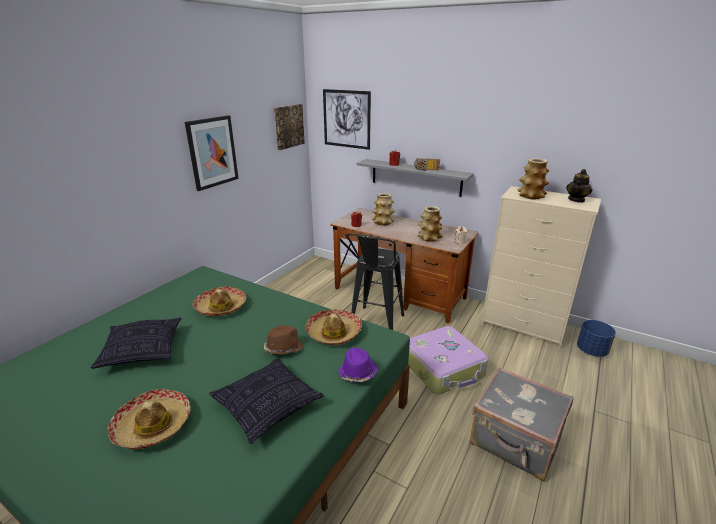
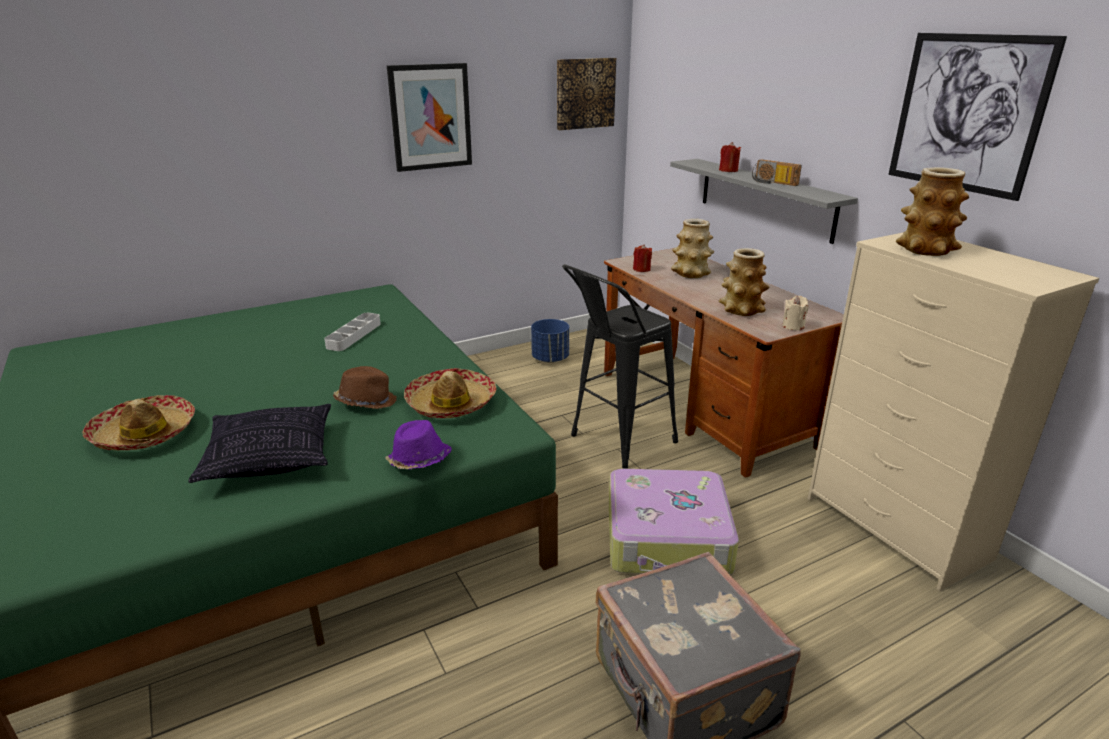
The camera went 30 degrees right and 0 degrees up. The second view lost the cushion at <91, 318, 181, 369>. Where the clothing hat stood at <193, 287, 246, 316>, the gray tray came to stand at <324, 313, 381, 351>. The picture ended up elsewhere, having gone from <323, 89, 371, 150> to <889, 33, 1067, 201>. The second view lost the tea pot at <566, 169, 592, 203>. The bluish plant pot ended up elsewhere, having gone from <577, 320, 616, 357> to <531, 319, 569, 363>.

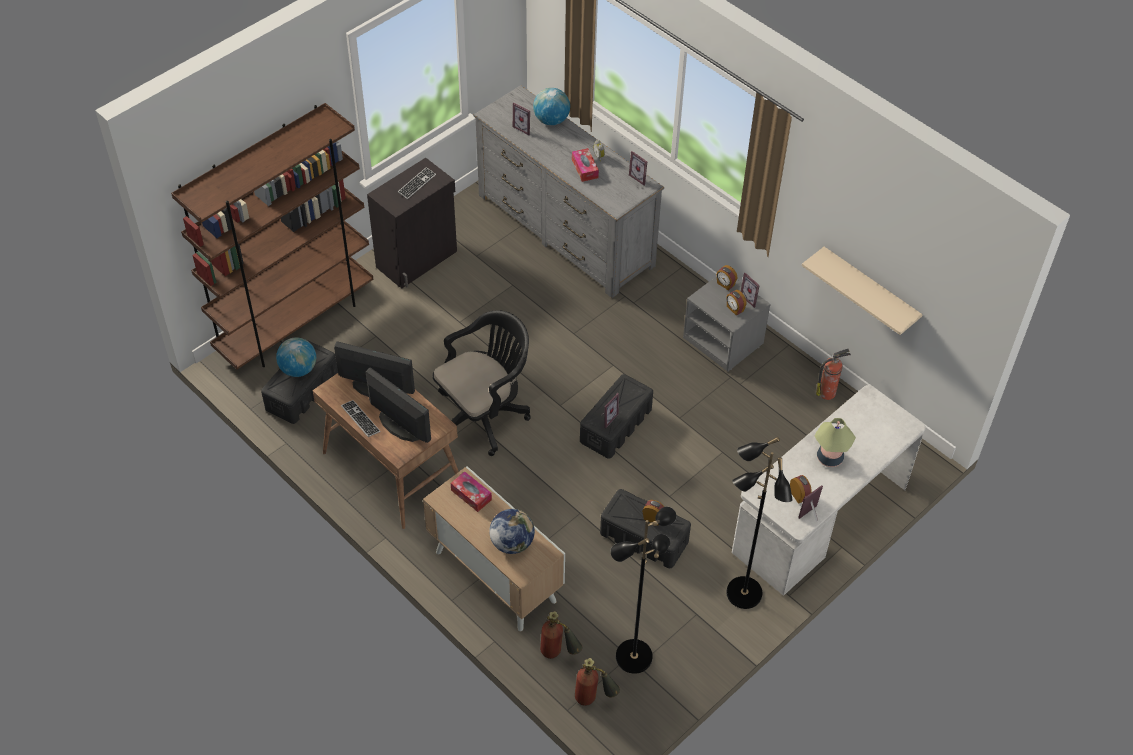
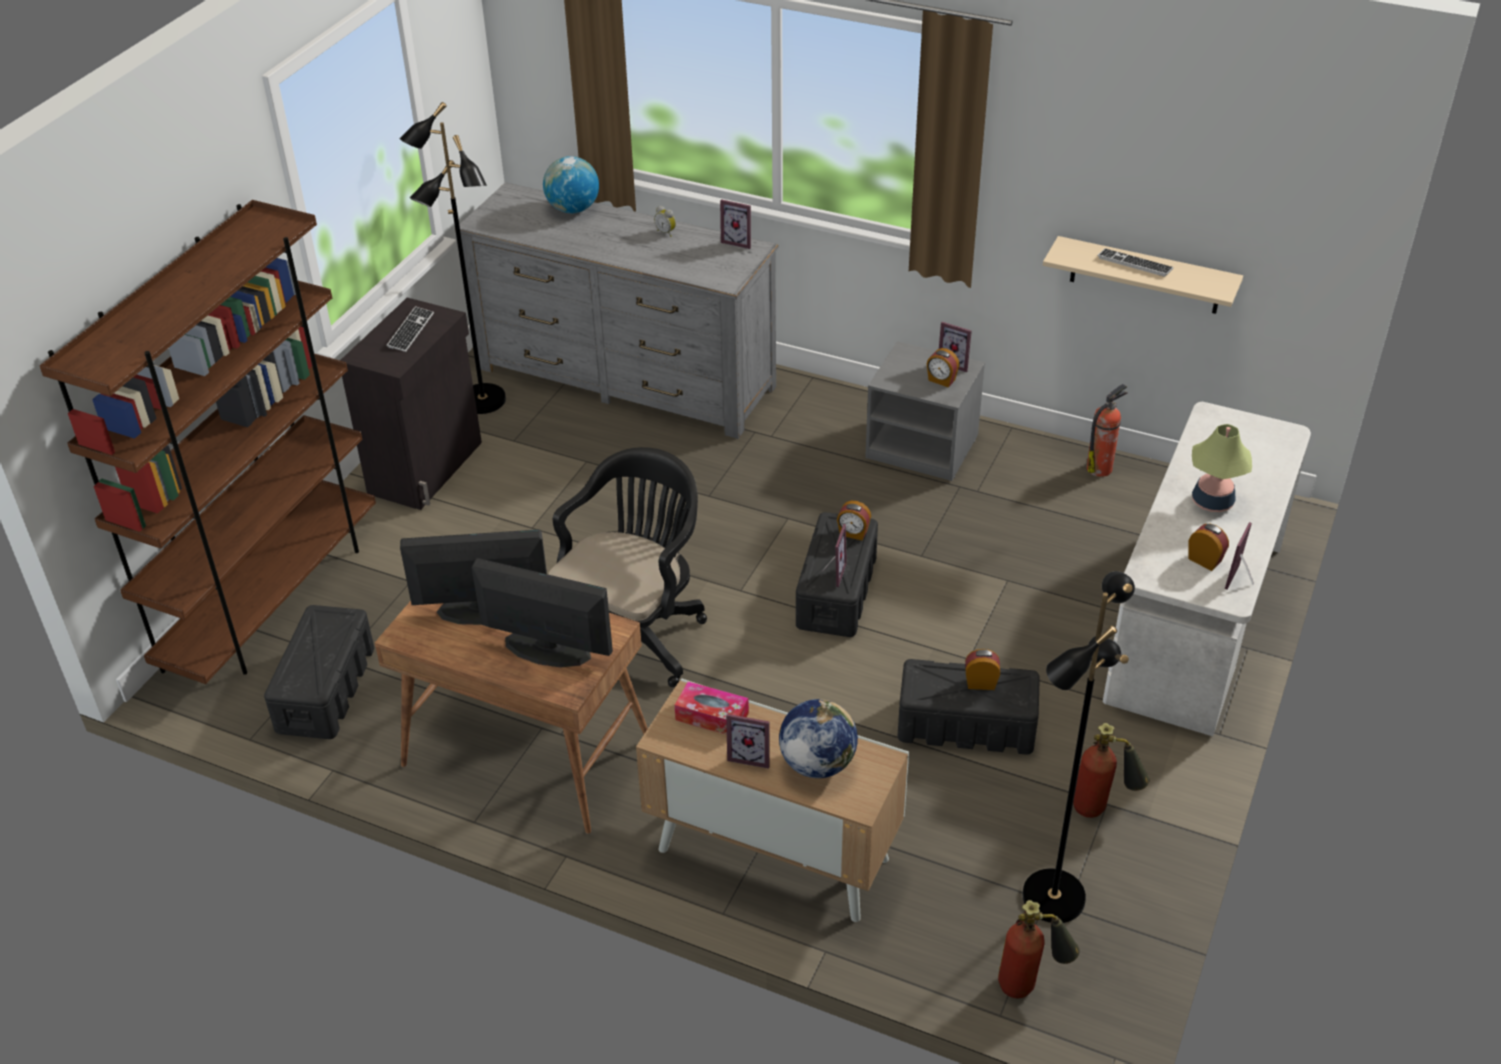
The camera went 20 degrees left and 10 degrees down. The second view lost the globe at <276, 337, 316, 377>. The computer keyboard ended up elsewhere, having gone from <341, 400, 380, 437> to <1098, 248, 1173, 277>. The photo frame ended up elsewhere, having gone from <513, 103, 530, 135> to <726, 714, 770, 769>. The extinguisher ended up elsewhere, having gone from <540, 611, 582, 659> to <1073, 723, 1150, 818>. The second view lost the tissue holder at <572, 148, 599, 182>. The bedside clock ended up elsewhere, having gone from <716, 265, 737, 291> to <837, 501, 871, 541>. The black-coloured floor lamp ended up elsewhere, having gone from <726, 437, 793, 609> to <400, 102, 506, 414>.

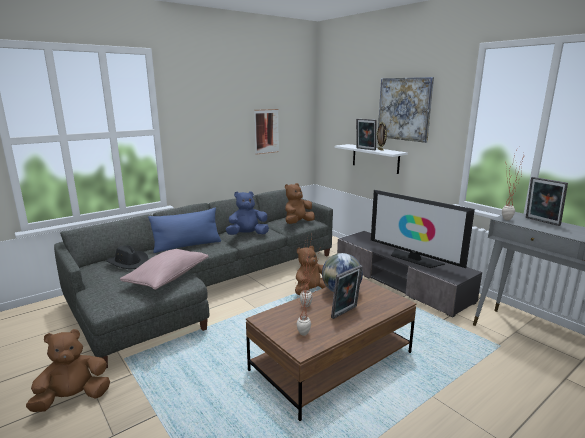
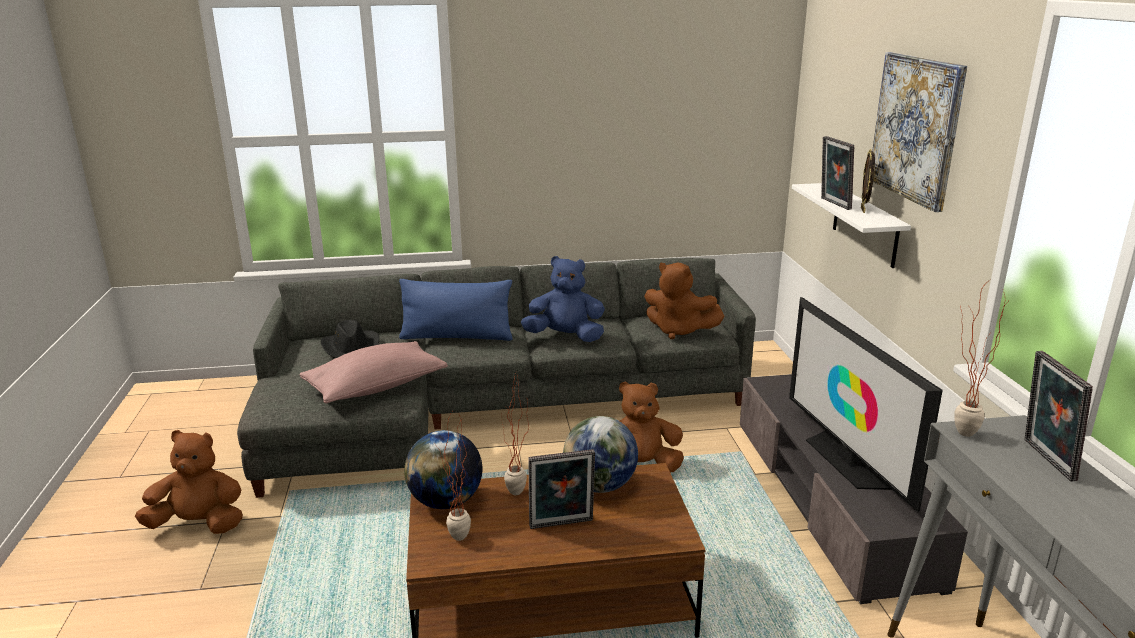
The camera went 30 degrees right and 5 degrees up. The second view lost the picture at <254, 109, 279, 155>. The brownish cuddly toy at <285, 183, 315, 224> ended up facing another way, 135 degrees counterclockwise from before. The second view gained the globe at <404, 430, 482, 509>.

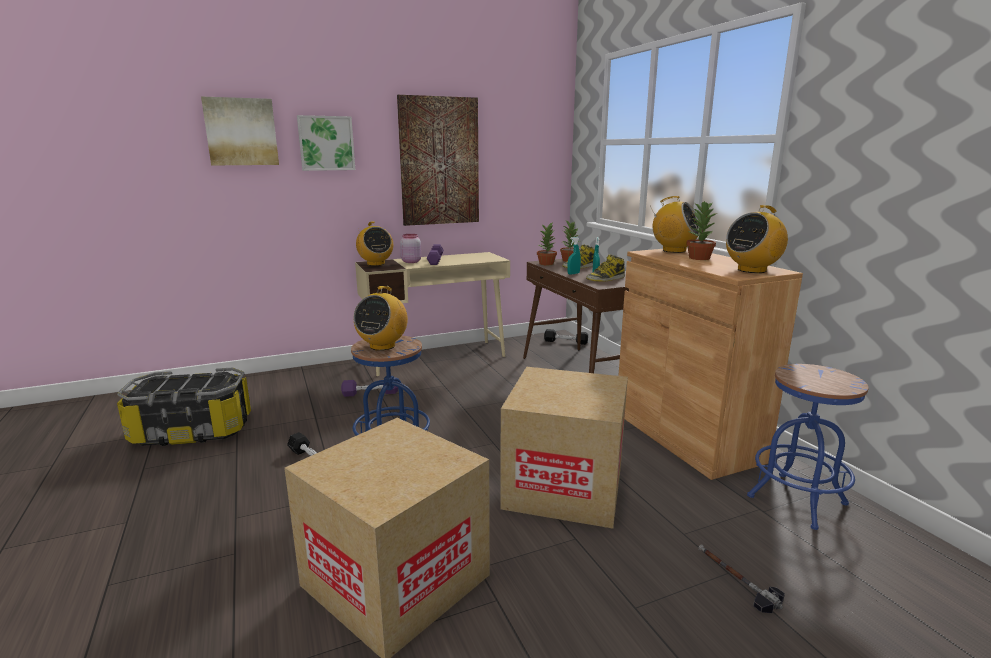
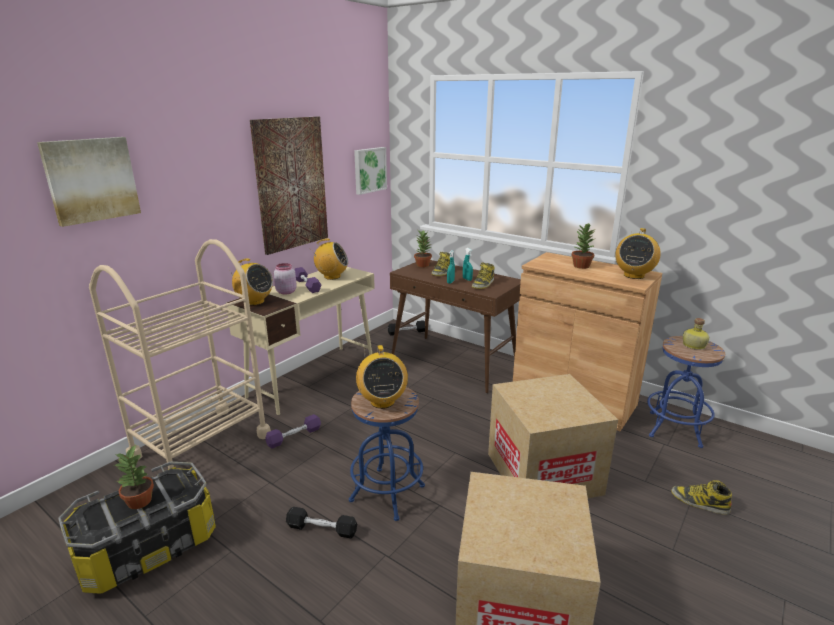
The camera went 30 degrees left and 5 degrees up. The picture ended up elsewhere, having gone from <297, 115, 355, 171> to <354, 147, 387, 195>. The houseplant ended up elsewhere, having gone from <537, 223, 557, 265> to <113, 445, 154, 509>. The radio receiver ended up elsewhere, having gone from <650, 196, 699, 253> to <312, 239, 348, 280>. Where the hand hammer stood at <698, 544, 785, 613>, the high-top boot came to stand at <671, 480, 732, 515>. The second view gained the sand-coloured trolley at <89, 239, 271, 469>. The second view gained the drink bottle at <683, 318, 709, 350>.

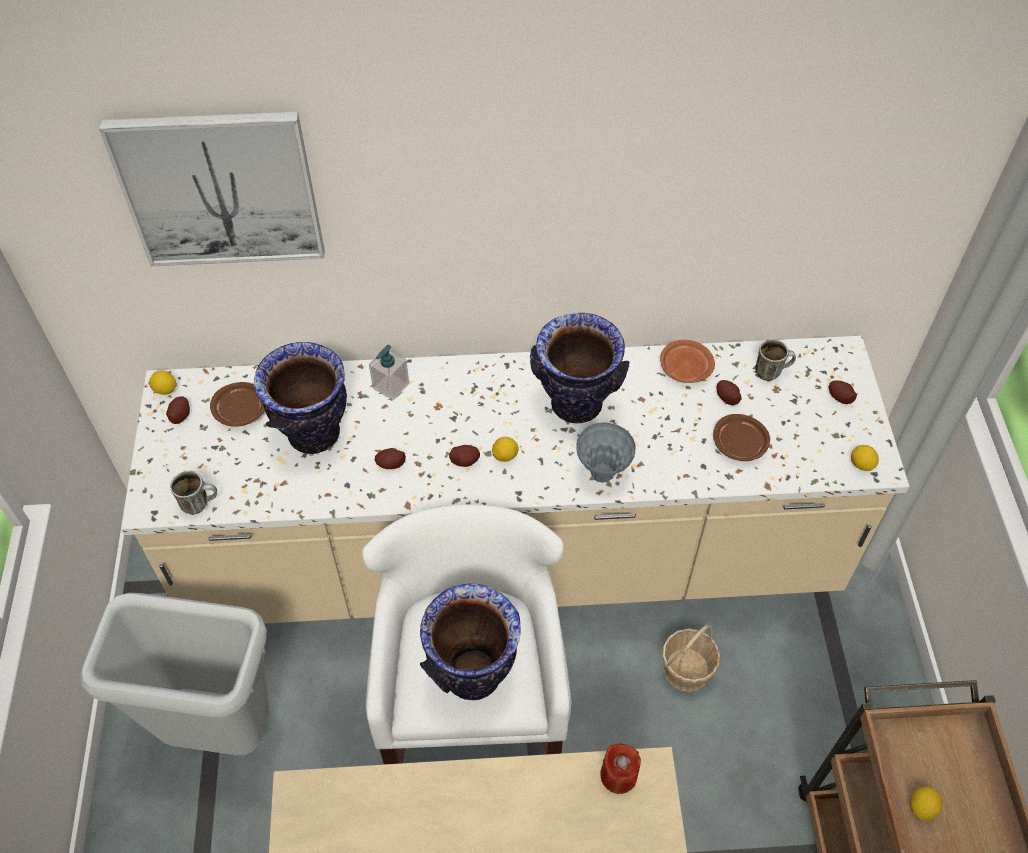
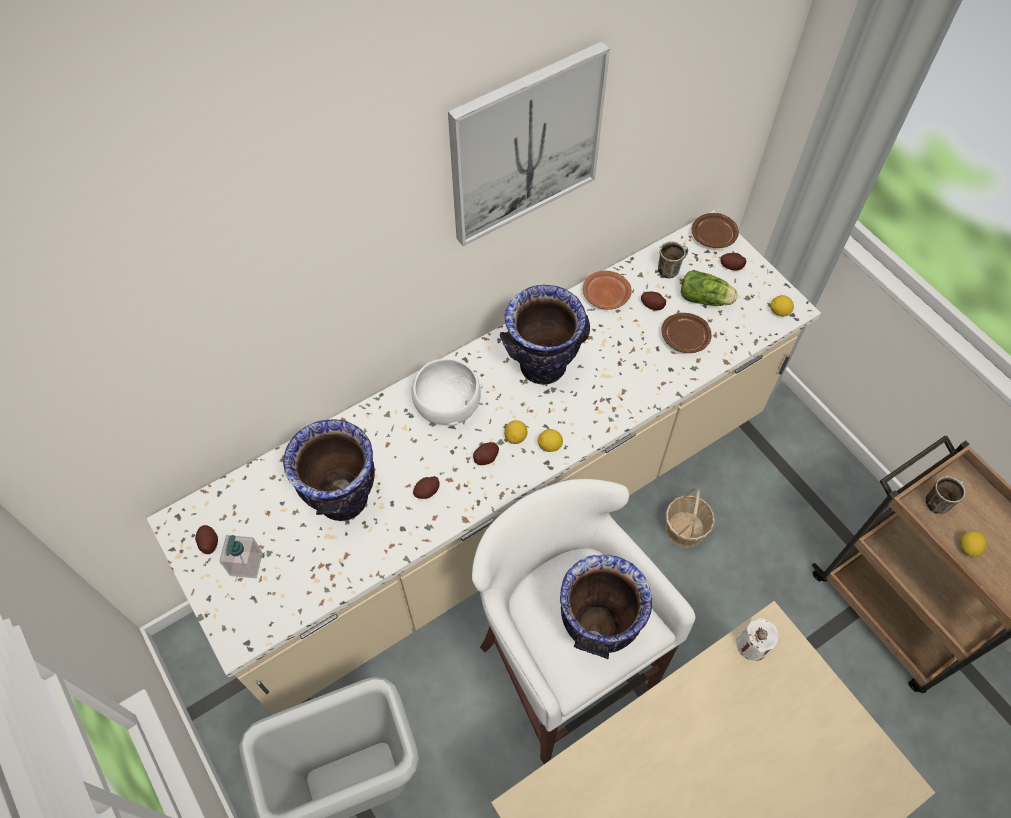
The camera went 30 degrees left and 5 degrees up. The picture ended up elsewhere, having gone from <99, 112, 325, 266> to <448, 41, 610, 246>. The whole lemon ended up elsewhere, having gone from <149, 370, 177, 395> to <538, 429, 563, 452>. The coffee mug ended up elsewhere, having gone from <170, 470, 217, 515> to <926, 476, 965, 514>. The brownish plate ended up elsewhere, having gone from <210, 382, 265, 427> to <692, 213, 739, 248>. The liquid soap bottle ended up elsewhere, having gone from <369, 345, 409, 400> to <219, 535, 263, 578>. The second view lost the gray flower vase at <576, 423, 636, 483>. What was the red-coloured wax light at <600, 743, 641, 794> turned into the whitish wax light at <736, 618, 778, 661>. The second view gained the whitish deep dish at <411, 358, 483, 426>. The second view gained the lettuce head at <681, 270, 738, 306>.

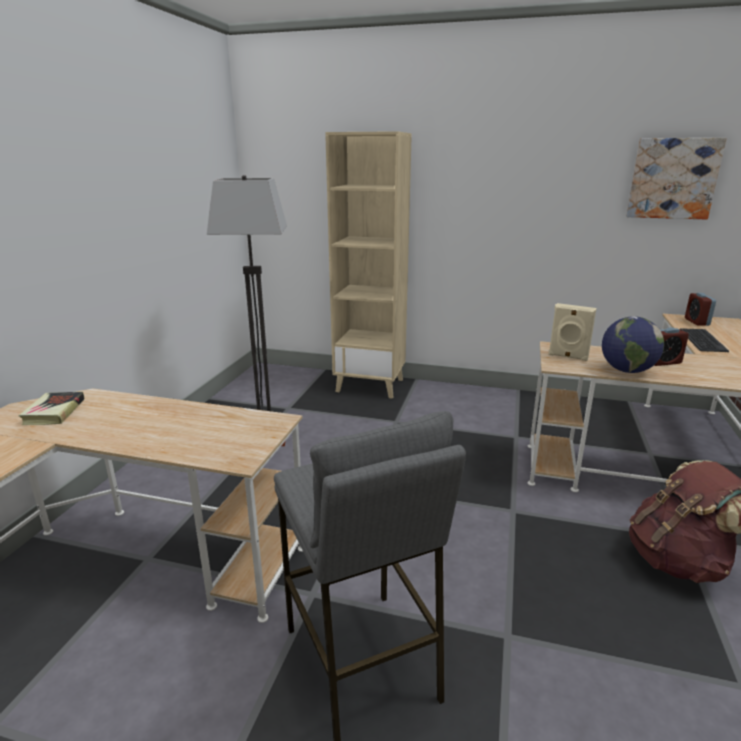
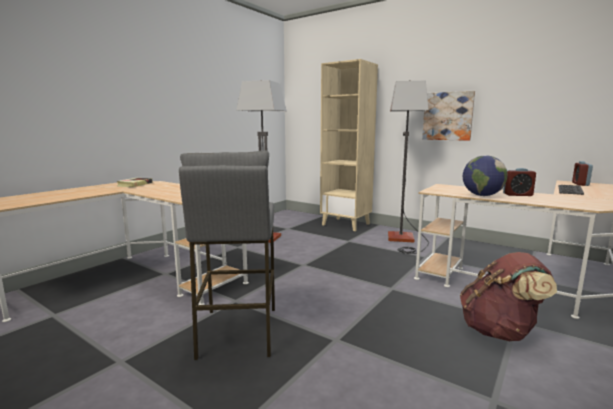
The camera went 20 degrees right and 10 degrees down. The second view lost the sand-coloured loudspeaker at <548, 303, 597, 361>. The picture ended up elsewhere, having gone from <626, 138, 727, 220> to <422, 91, 475, 141>. The second view gained the floor lamp at <388, 80, 429, 254>.

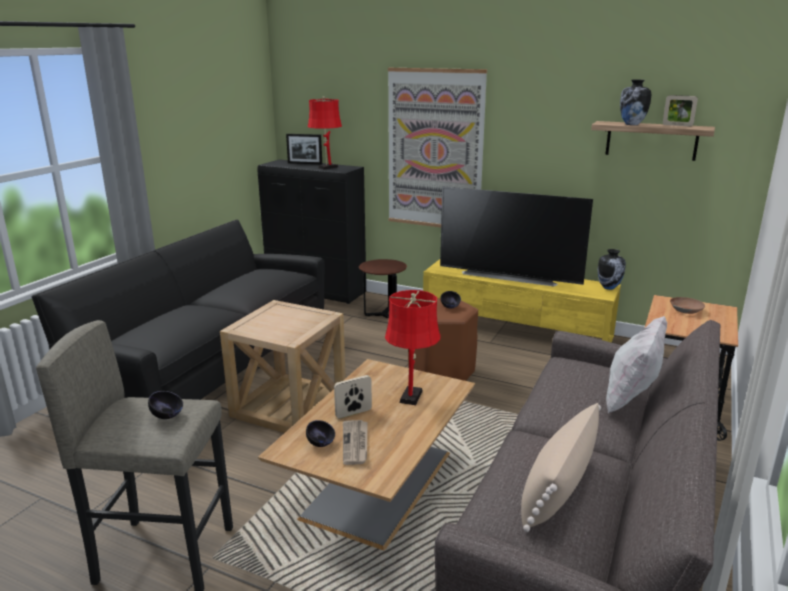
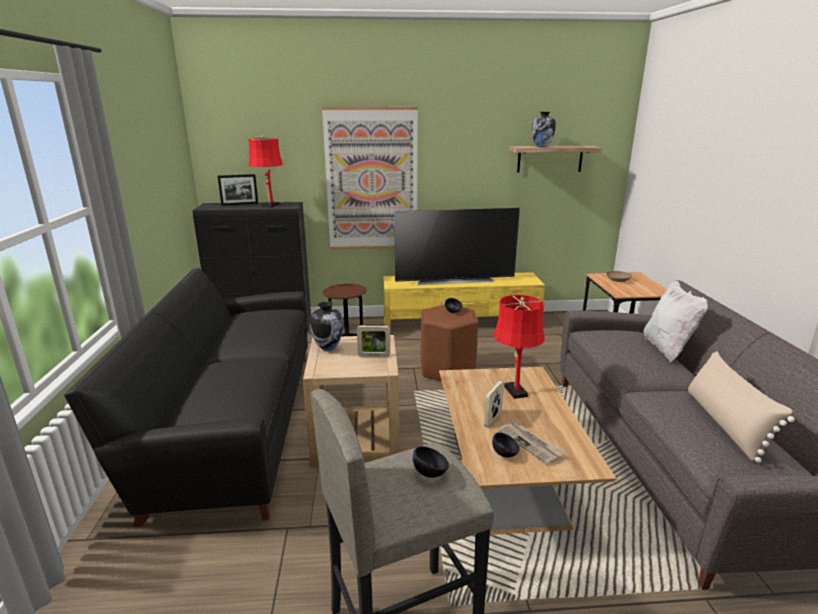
The camera went 30 degrees left and 0 degrees up. The flower vase ended up elsewhere, having gone from <598, 249, 626, 290> to <310, 302, 343, 351>. The photo frame ended up elsewhere, having gone from <663, 95, 698, 127> to <357, 326, 390, 357>.

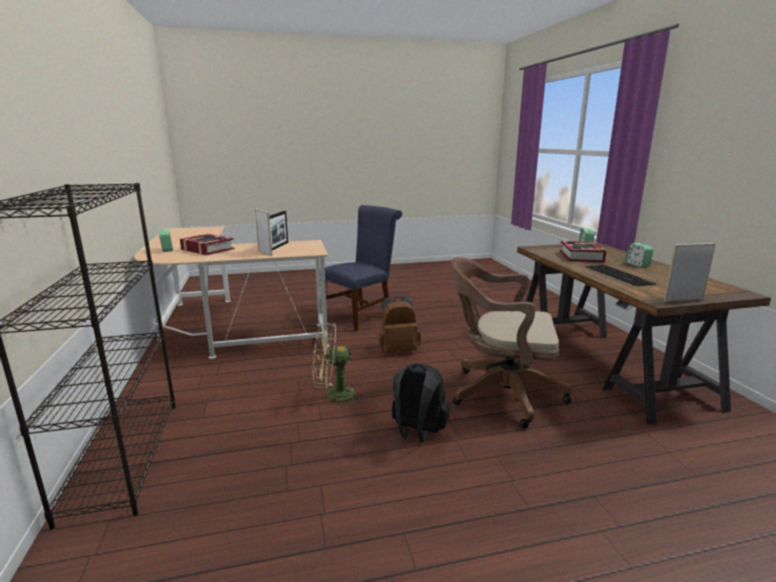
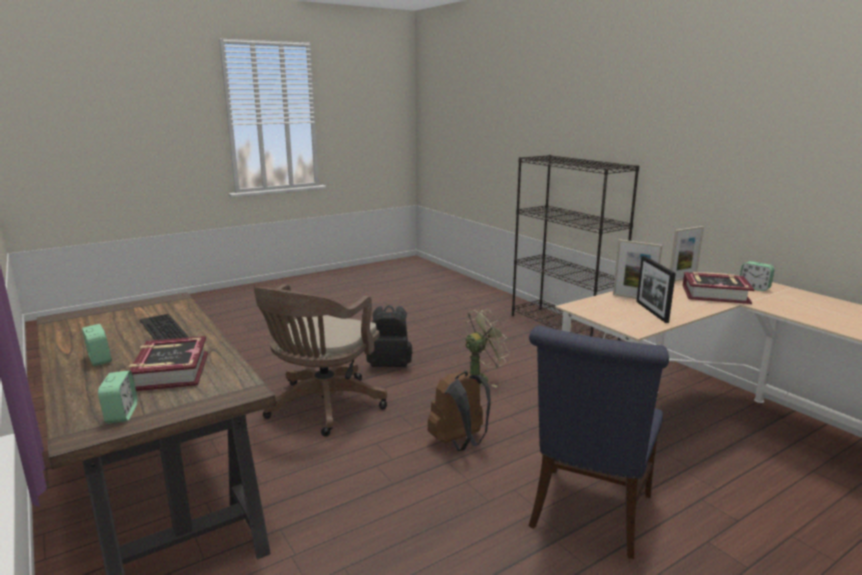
The camera went 160 degrees right and 0 degrees up. The brownish office chair at <451, 257, 571, 428> ended up facing another way, 120 degrees clockwise from before. The photo frame ended up elsewhere, having gone from <664, 243, 715, 302> to <670, 226, 704, 281>.

